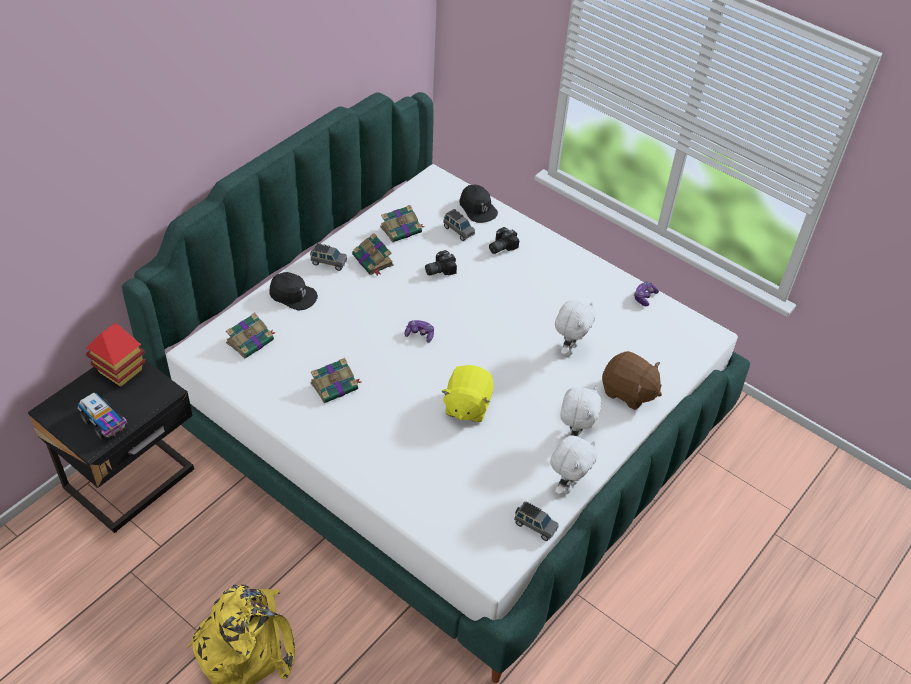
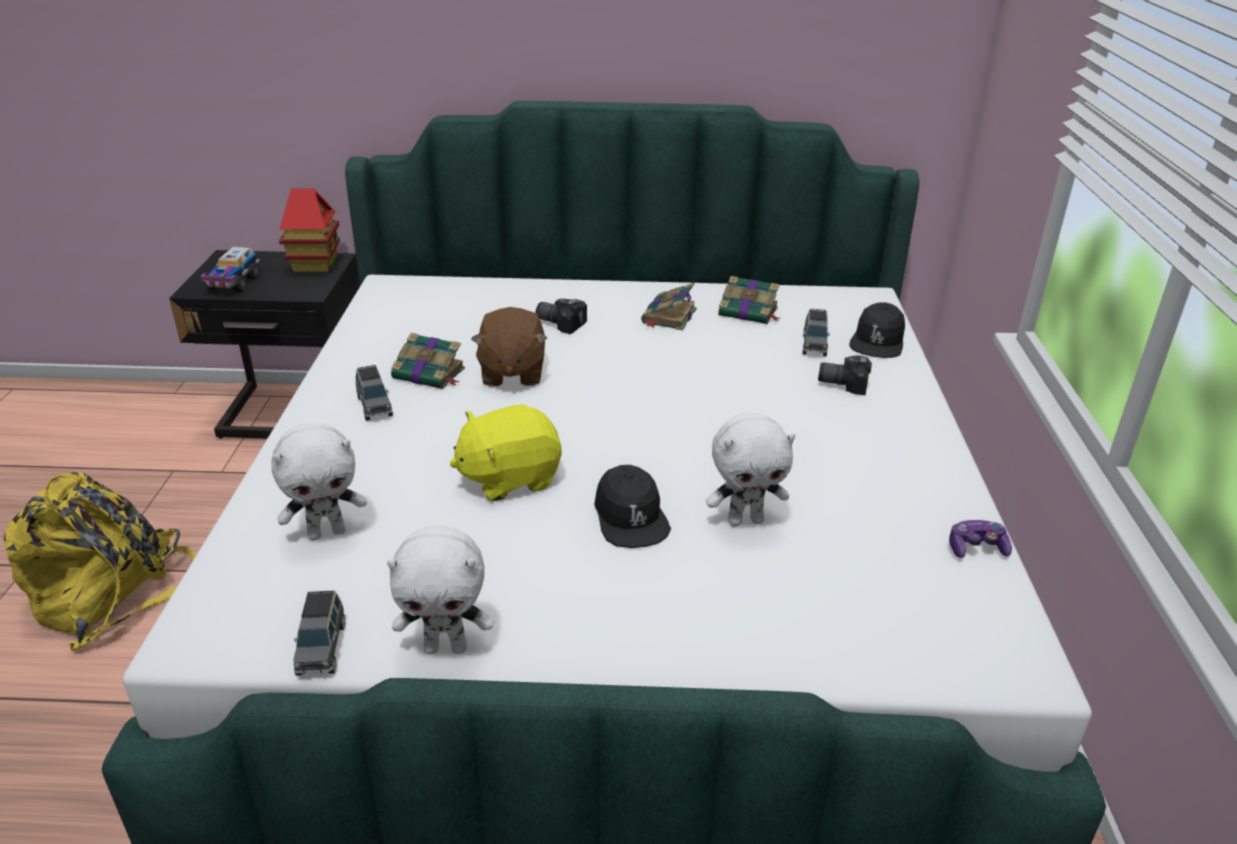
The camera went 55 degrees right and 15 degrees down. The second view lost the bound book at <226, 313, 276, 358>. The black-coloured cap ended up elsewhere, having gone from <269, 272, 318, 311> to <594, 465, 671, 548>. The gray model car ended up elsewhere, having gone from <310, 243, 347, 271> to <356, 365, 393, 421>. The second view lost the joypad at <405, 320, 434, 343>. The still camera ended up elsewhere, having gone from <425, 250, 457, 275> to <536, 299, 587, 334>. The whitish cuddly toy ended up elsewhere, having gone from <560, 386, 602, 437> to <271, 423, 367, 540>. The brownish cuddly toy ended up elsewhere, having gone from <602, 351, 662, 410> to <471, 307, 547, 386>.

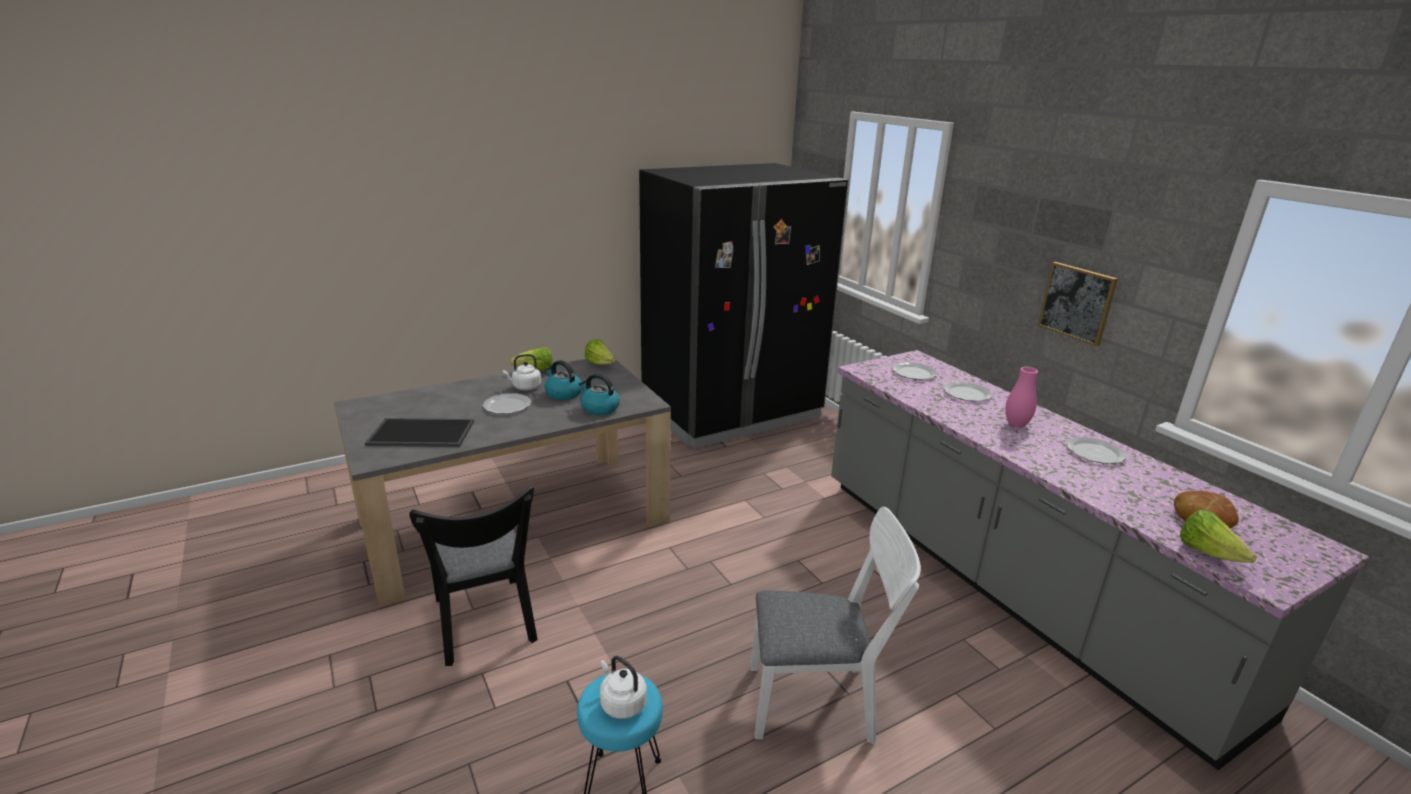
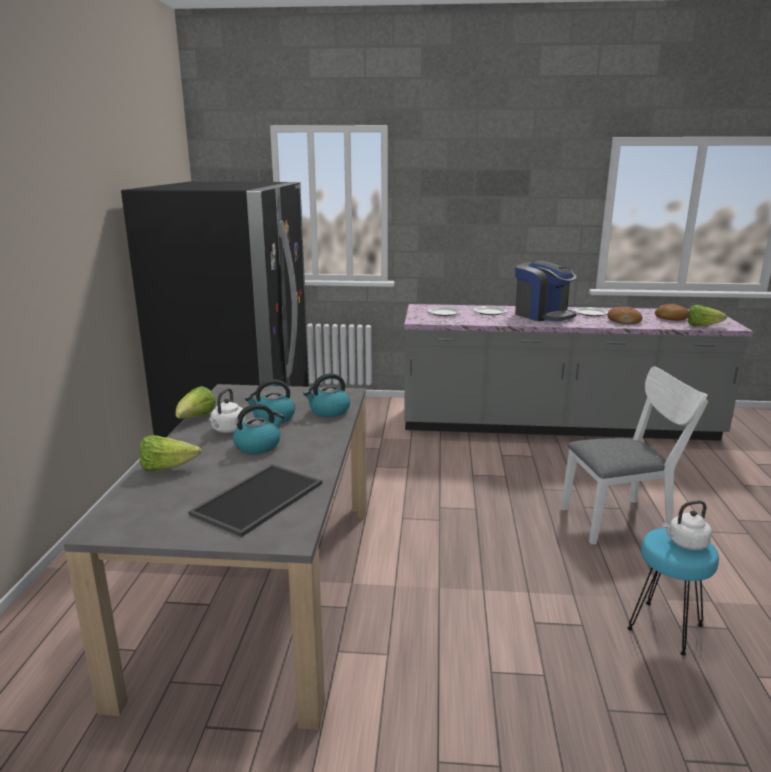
The camera went 55 degrees left and 5 degrees down. The second view lost the black-coloured upright chair at <409, 486, 538, 666>. Where the plate stood at <482, 393, 531, 414>, the tea kettle came to stand at <233, 404, 285, 454>. The lettuce head ended up elsewhere, having gone from <585, 339, 616, 365> to <139, 435, 201, 472>. The whitish upright chair at <750, 507, 921, 744> ended up facing another way, 45 degrees clockwise from before. Where the pinkish flower vase stood at <1005, 367, 1038, 427>, the coffee brewer came to stand at <515, 261, 577, 322>. The second view lost the picture at <1038, 262, 1118, 346>. The second view gained the bread at <608, 306, 642, 324>.

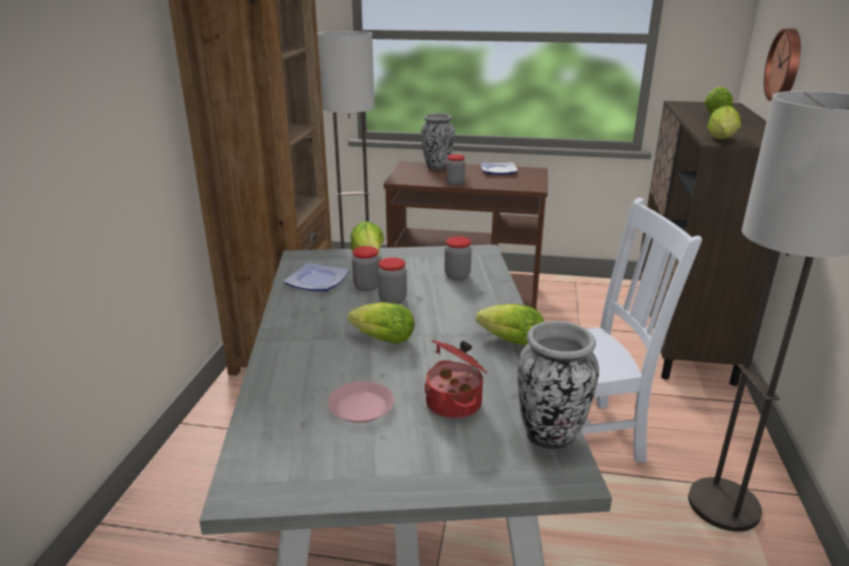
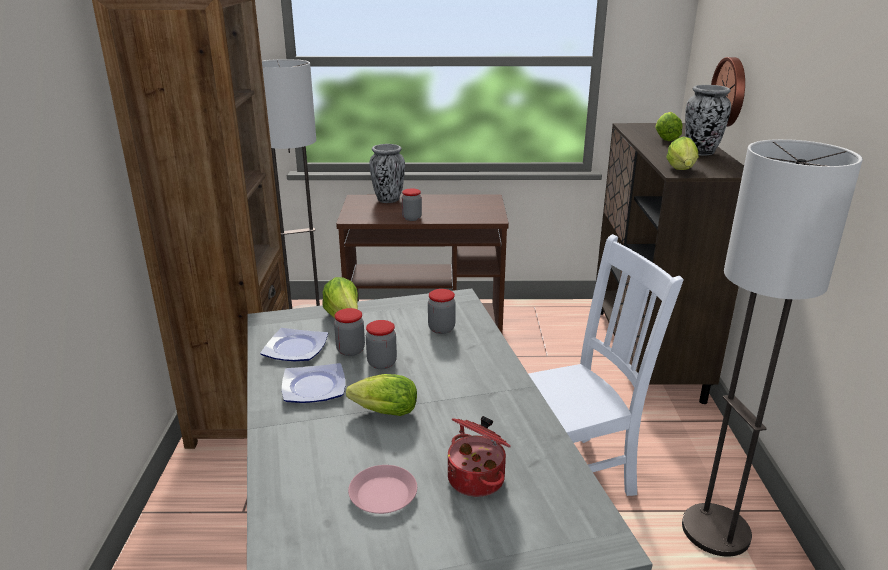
The camera went 10 degrees left and 0 degrees up. The second view lost the lettuce head at <476, 304, 544, 346>. The plate ended up elsewhere, having gone from <481, 162, 517, 175> to <282, 363, 345, 403>. The flower vase ended up elsewhere, having gone from <517, 321, 599, 450> to <685, 85, 731, 156>.

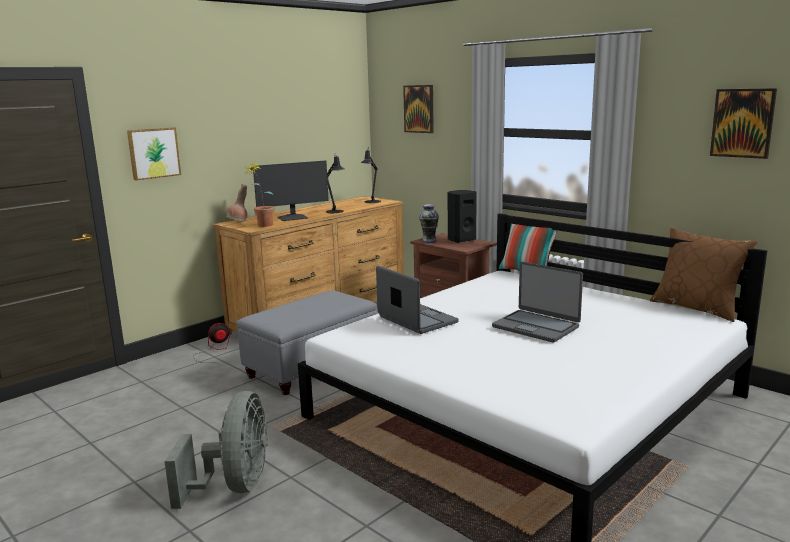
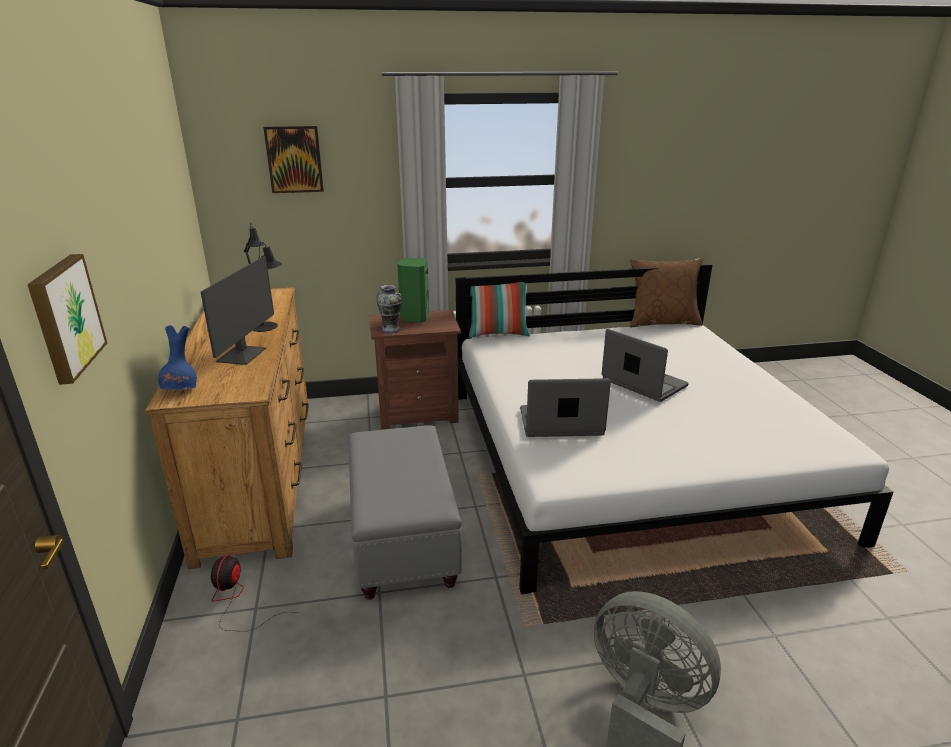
The camera went 55 degrees left and 10 degrees up. What was the brownish flower vase at <227, 184, 247, 221> turned into the bluish flower vase at <158, 325, 197, 390>. The second view lost the houseplant at <244, 163, 275, 227>. What was the black-coloured loudspeaker at <448, 190, 477, 243> turned into the greenish loudspeaker at <397, 258, 429, 323>. The laptop at <492, 262, 583, 343> ended up facing another way, 120 degrees counterclockwise from before. The second view lost the picture at <710, 88, 777, 159>.

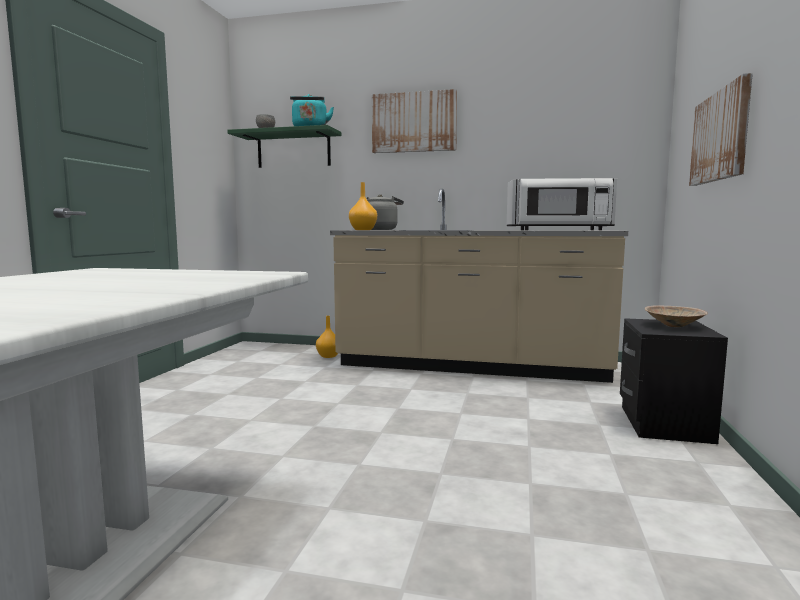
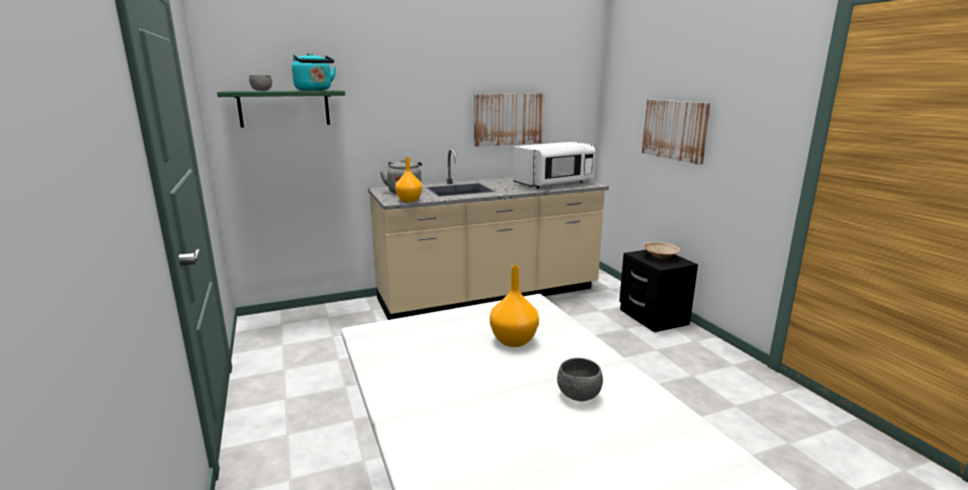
The camera went 35 degrees left and 10 degrees up. The orange-coloured flower vase ended up elsewhere, having gone from <316, 316, 338, 358> to <490, 265, 539, 347>. The picture ended up elsewhere, having gone from <372, 89, 457, 153> to <474, 93, 544, 147>. The second view gained the gray deep dish at <557, 358, 603, 401>.

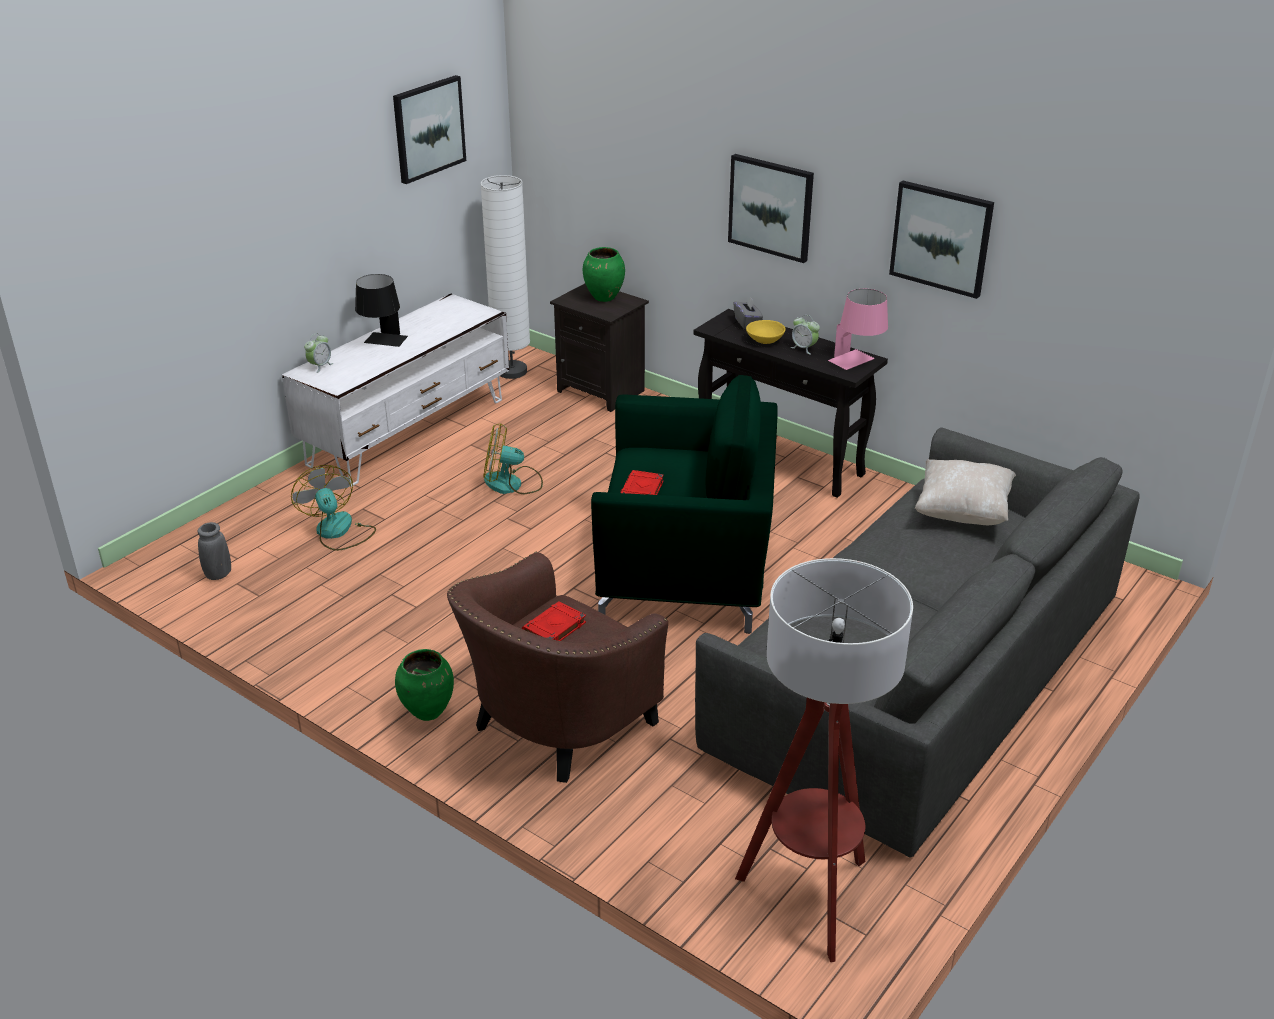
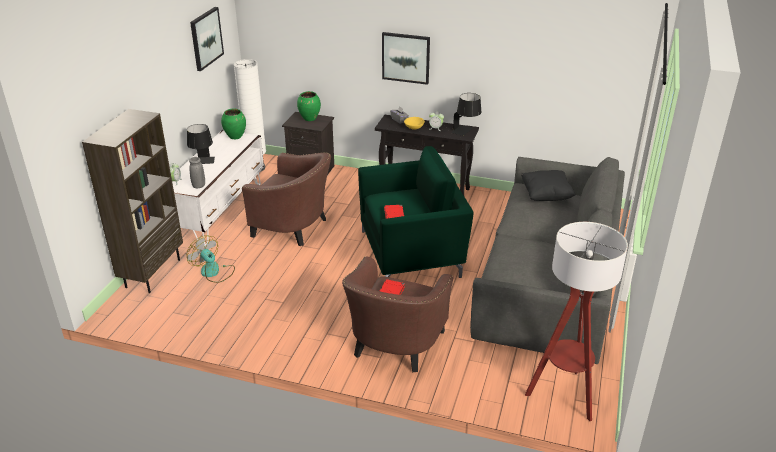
The camera went 20 degrees left and 0 degrees up. The gray flower vase ended up elsewhere, having gone from <197, 522, 231, 580> to <189, 157, 205, 188>. The greenish flower vase ended up elsewhere, having gone from <395, 649, 454, 721> to <221, 109, 246, 139>. Where the electric fan stood at <483, 423, 543, 494>, the brownish easy chair came to stand at <242, 152, 331, 246>. What was the pinkish tabletop lamp at <828, 289, 888, 370> turned into the black-coloured tabletop lamp at <452, 93, 481, 136>. The second view lost the picture at <889, 181, 994, 299>. What was the sand-coloured cushion at <915, 459, 1016, 525> turned into the black-coloured cushion at <521, 170, 576, 201>. The second view gained the brownish shelving unit at <82, 109, 183, 293>.

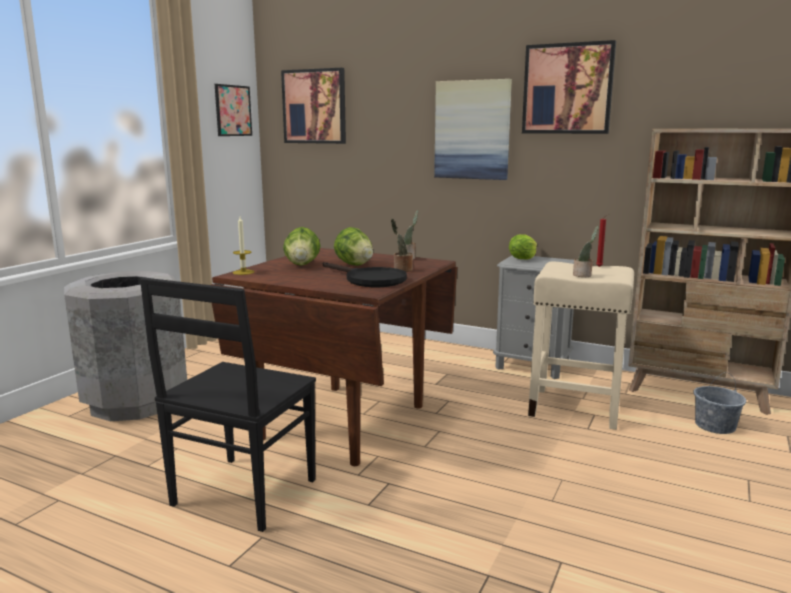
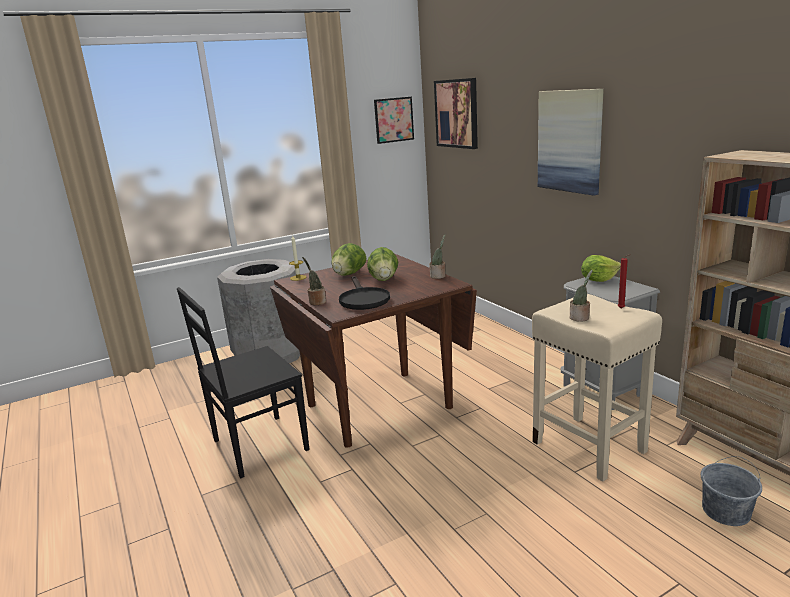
The camera went 35 degrees right and 5 degrees up. The houseplant ended up elsewhere, having gone from <391, 219, 413, 272> to <302, 257, 326, 305>. The second view lost the picture at <522, 40, 616, 134>.

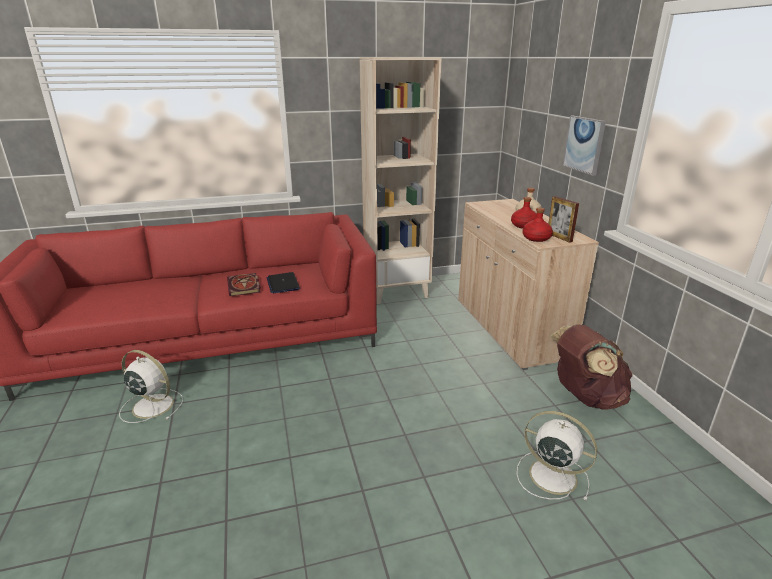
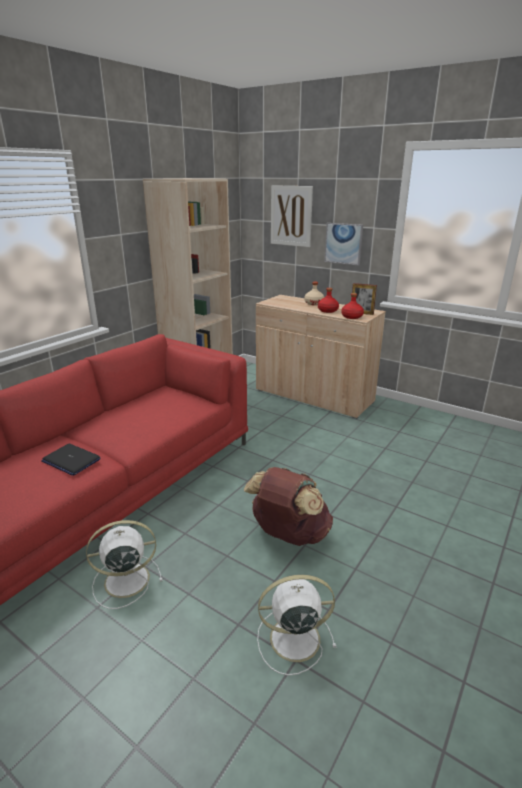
The camera went 40 degrees left and 0 degrees up. The second view lost the bound book at <227, 273, 260, 296>. The laptop ended up elsewhere, having gone from <266, 272, 300, 293> to <41, 444, 101, 475>. The whitish electric fan ended up elsewhere, having gone from <517, 411, 597, 501> to <257, 575, 336, 676>. The brownish knapsack ended up elsewhere, having gone from <550, 324, 633, 410> to <244, 467, 333, 546>. The second view gained the picture at <271, 185, 313, 247>.

